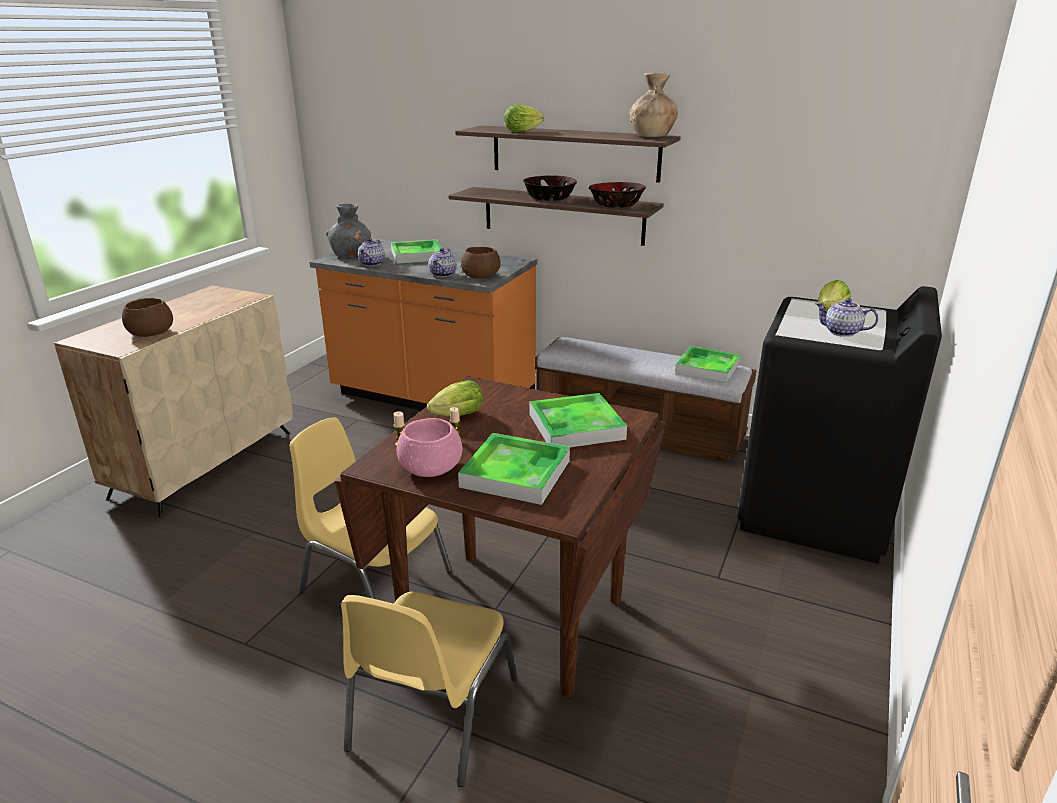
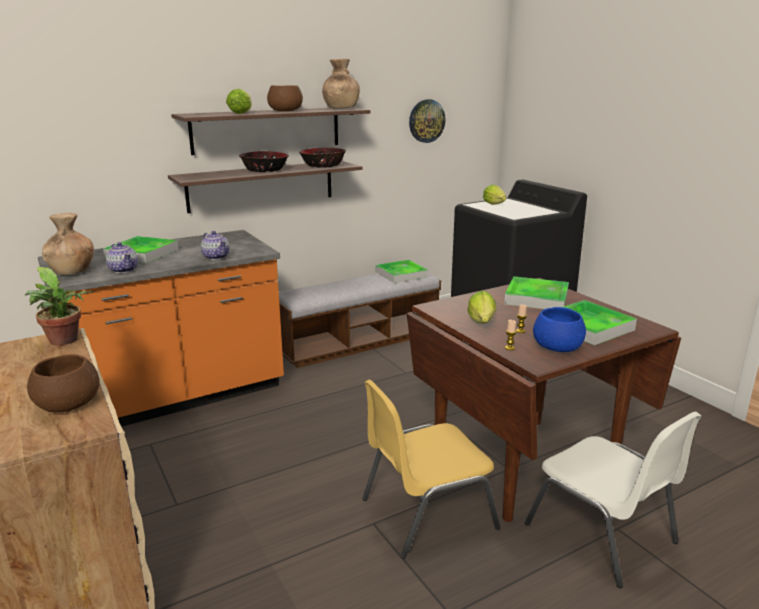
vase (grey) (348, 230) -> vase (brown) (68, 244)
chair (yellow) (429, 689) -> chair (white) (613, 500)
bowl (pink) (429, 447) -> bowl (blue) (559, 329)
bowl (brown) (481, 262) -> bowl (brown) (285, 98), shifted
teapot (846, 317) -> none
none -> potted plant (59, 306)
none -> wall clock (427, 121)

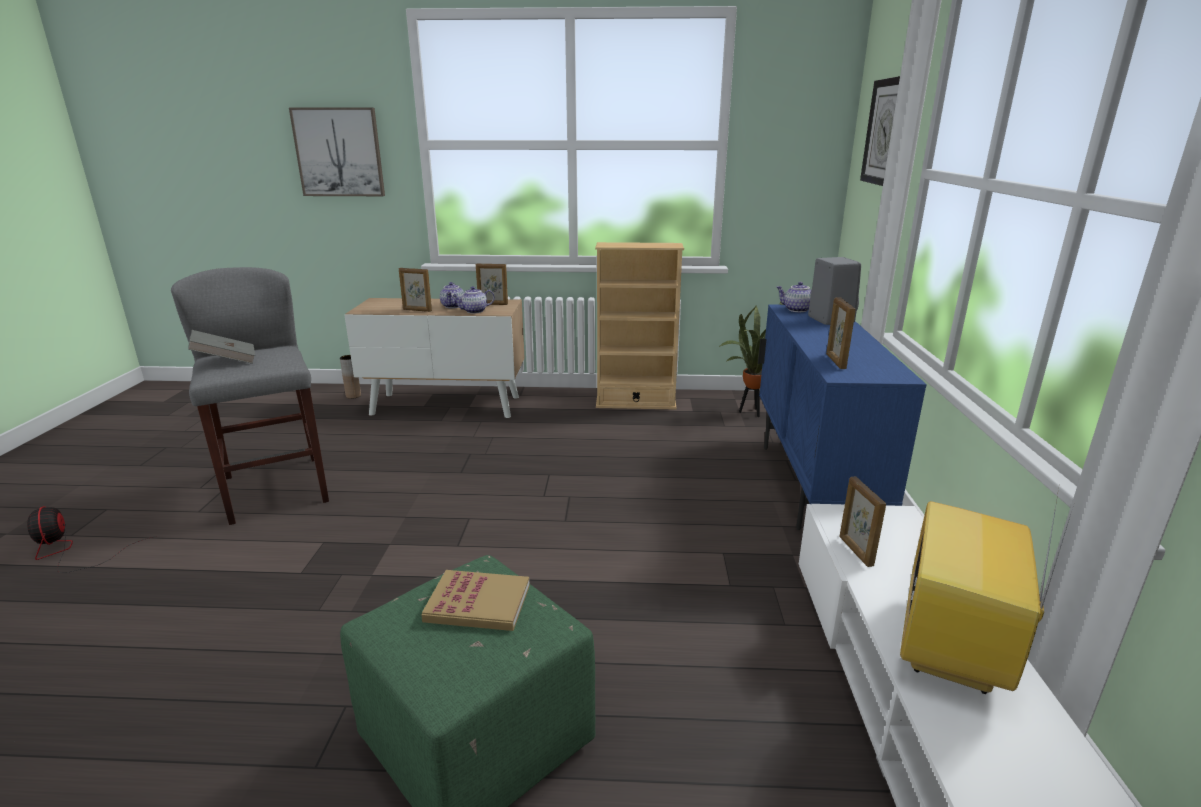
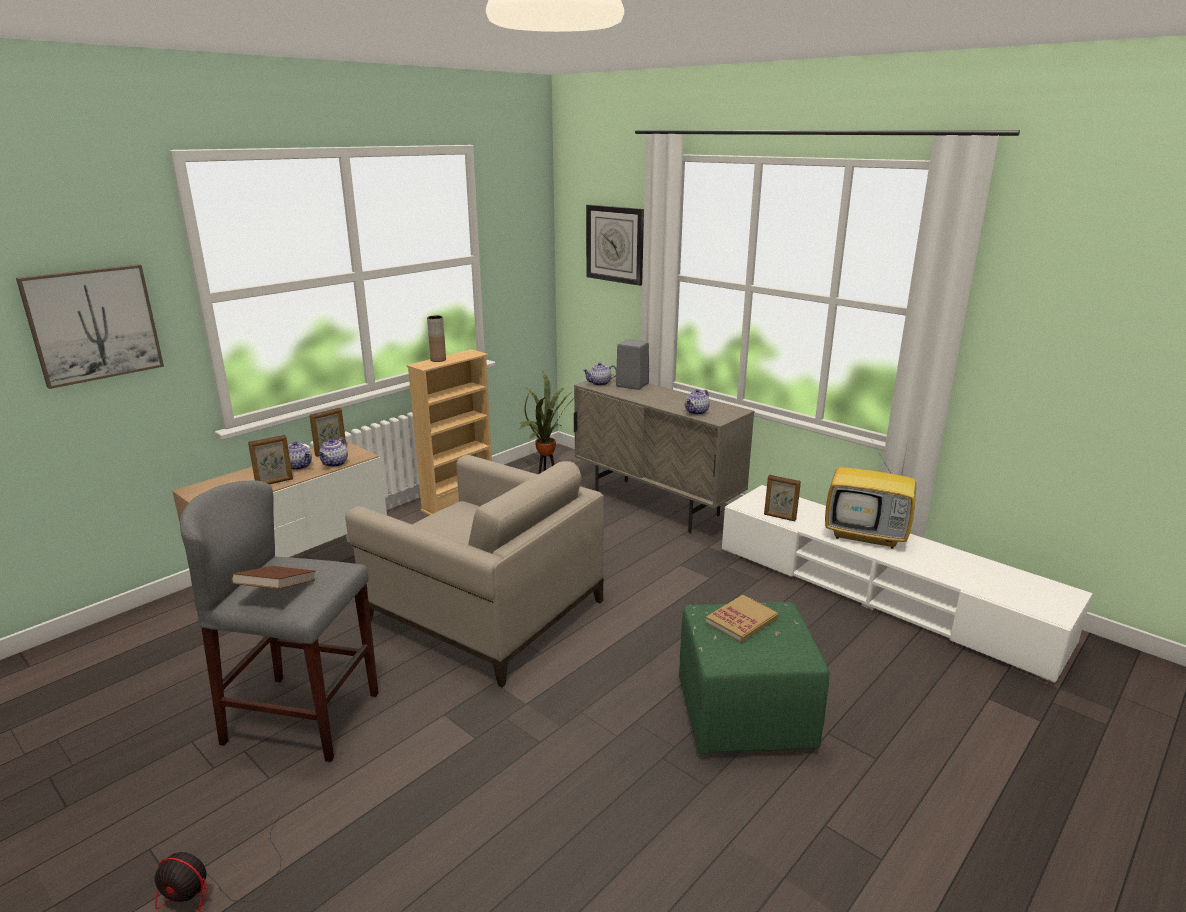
book (grey) (221, 347) -> book (brown) (273, 577)
vase (brown) (350, 377) -> vase (brown) (436, 338), shifted
cabinet (blue) (842, 417) -> cabinet (beige) (664, 453)
picture frame (840, 333) -> teapot (697, 402)
television (987, 591) -> television (870, 491), 45 degrees counterclockwise
none -> armchair (beige) (474, 571)

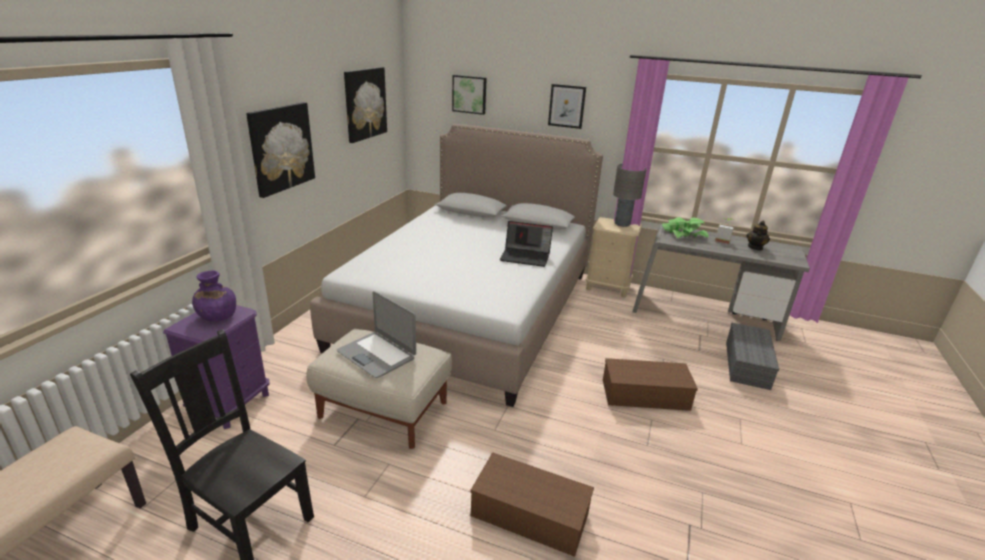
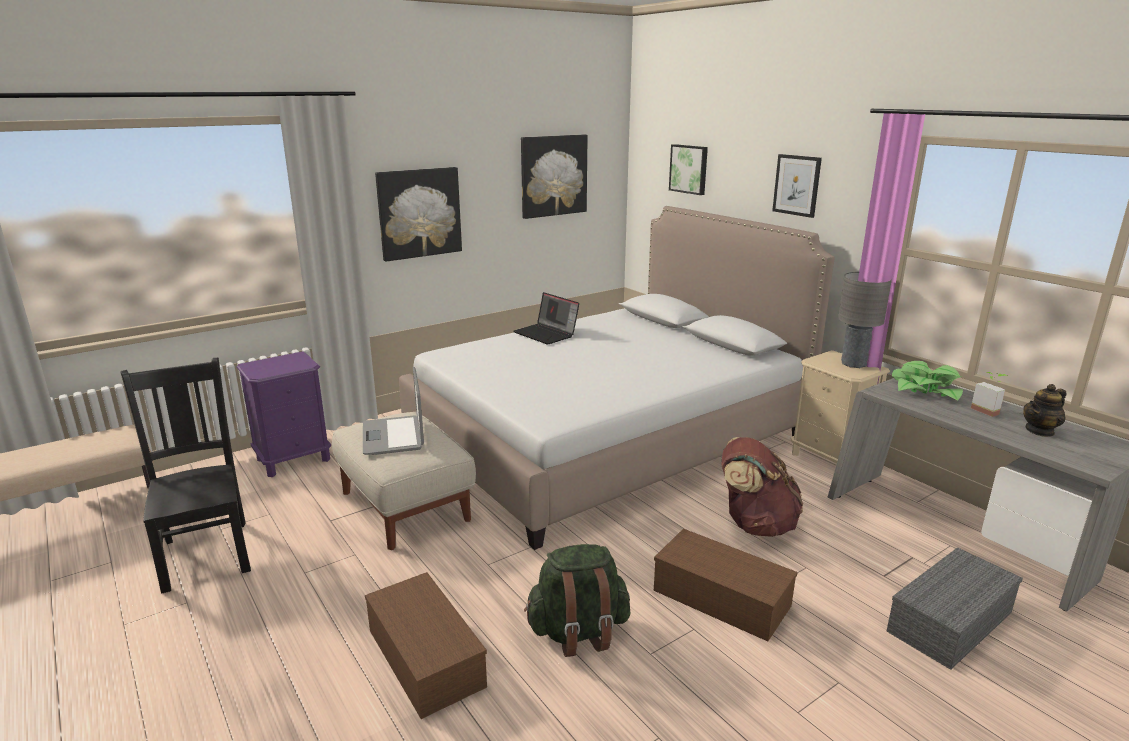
vase (purple) (214, 296) -> none
laptop (526, 244) -> laptop (546, 318), shifted
none -> backpack (green) (577, 600)
none -> backpack (brown) (762, 487)

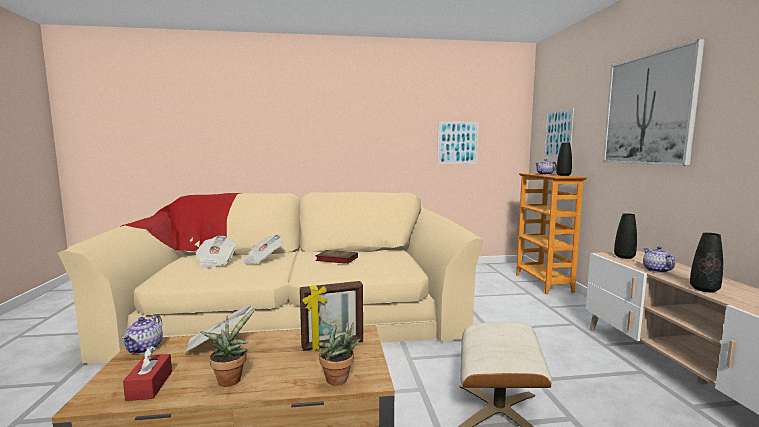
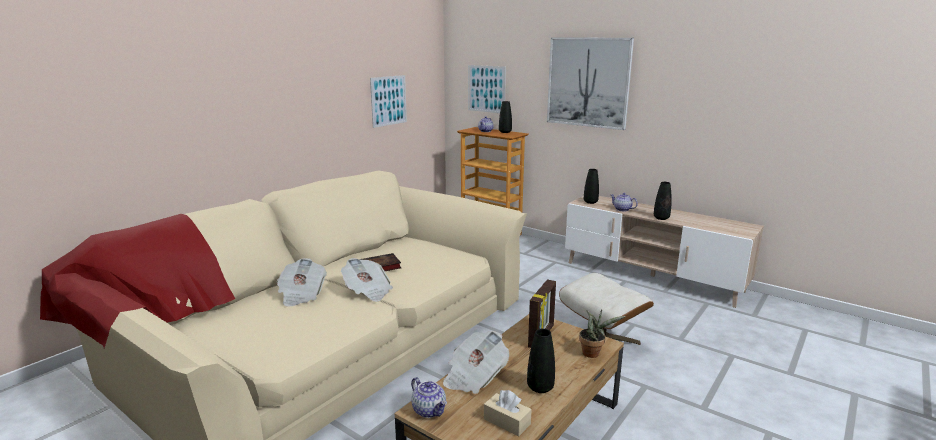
tissue box (red) (147, 373) -> tissue box (beige) (508, 413)
newspaper (216, 252) -> newspaper (367, 280), shifted
potted plant (228, 347) -> vase (black) (541, 361)

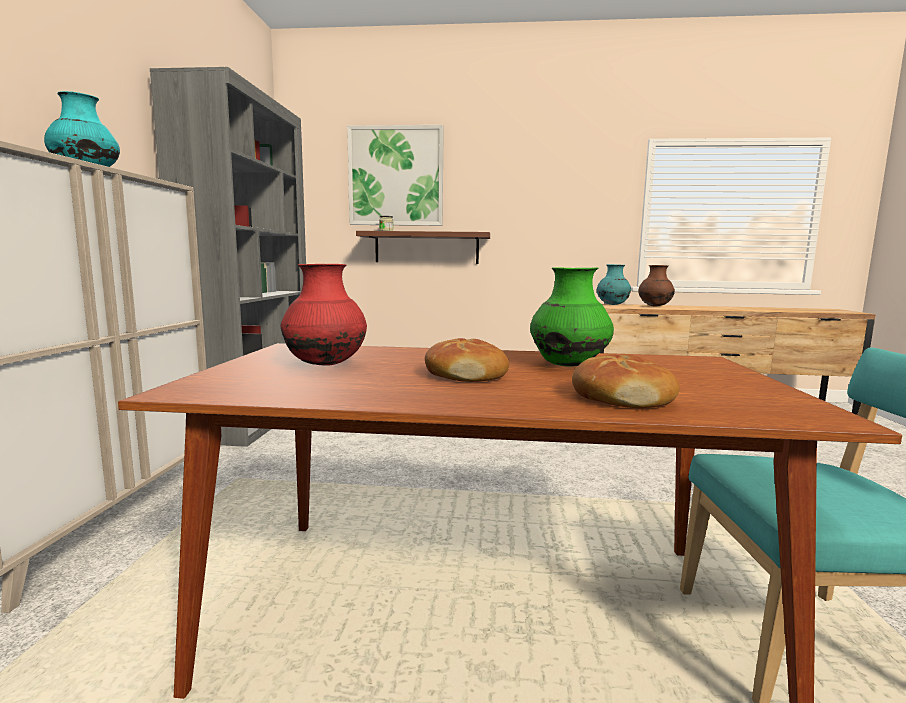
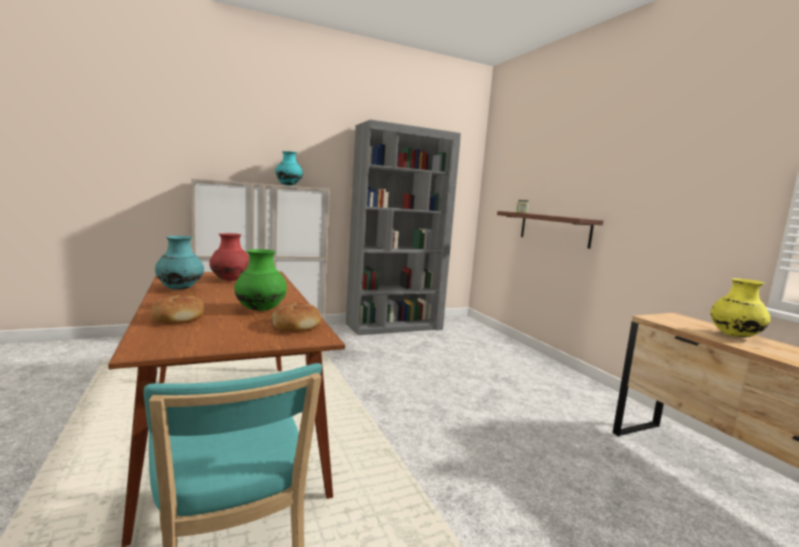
picture (395, 175) -> none
bread (467, 360) -> bread (296, 317), shifted
vase (turquoise) (614, 284) -> vase (turquoise) (179, 263), shifted
vase (brown) (657, 286) -> vase (yellow) (740, 307)

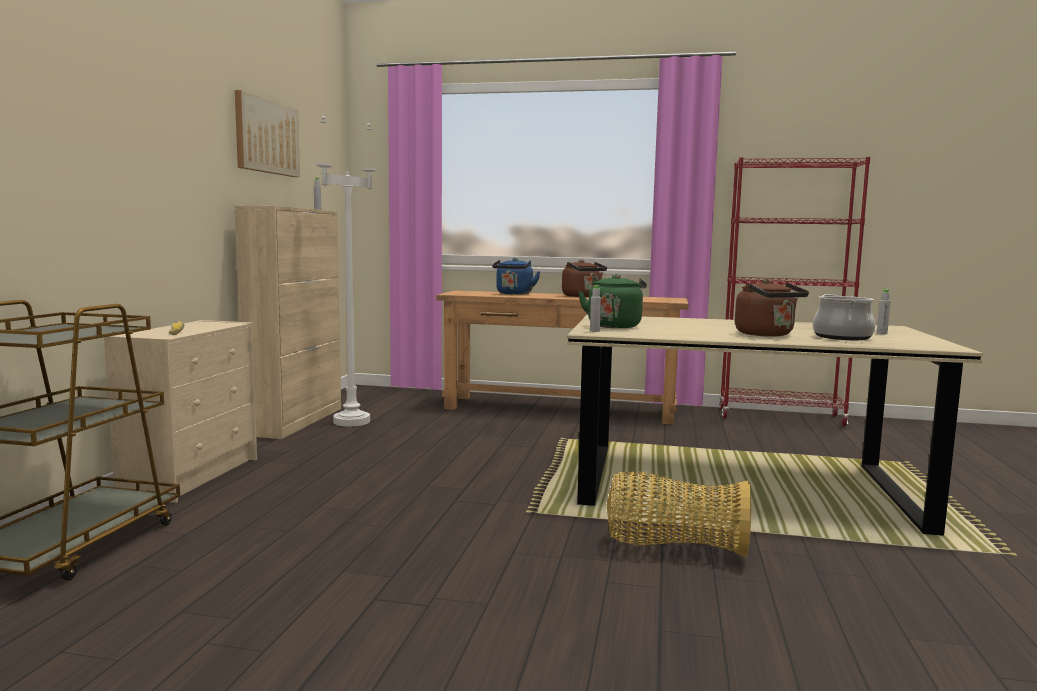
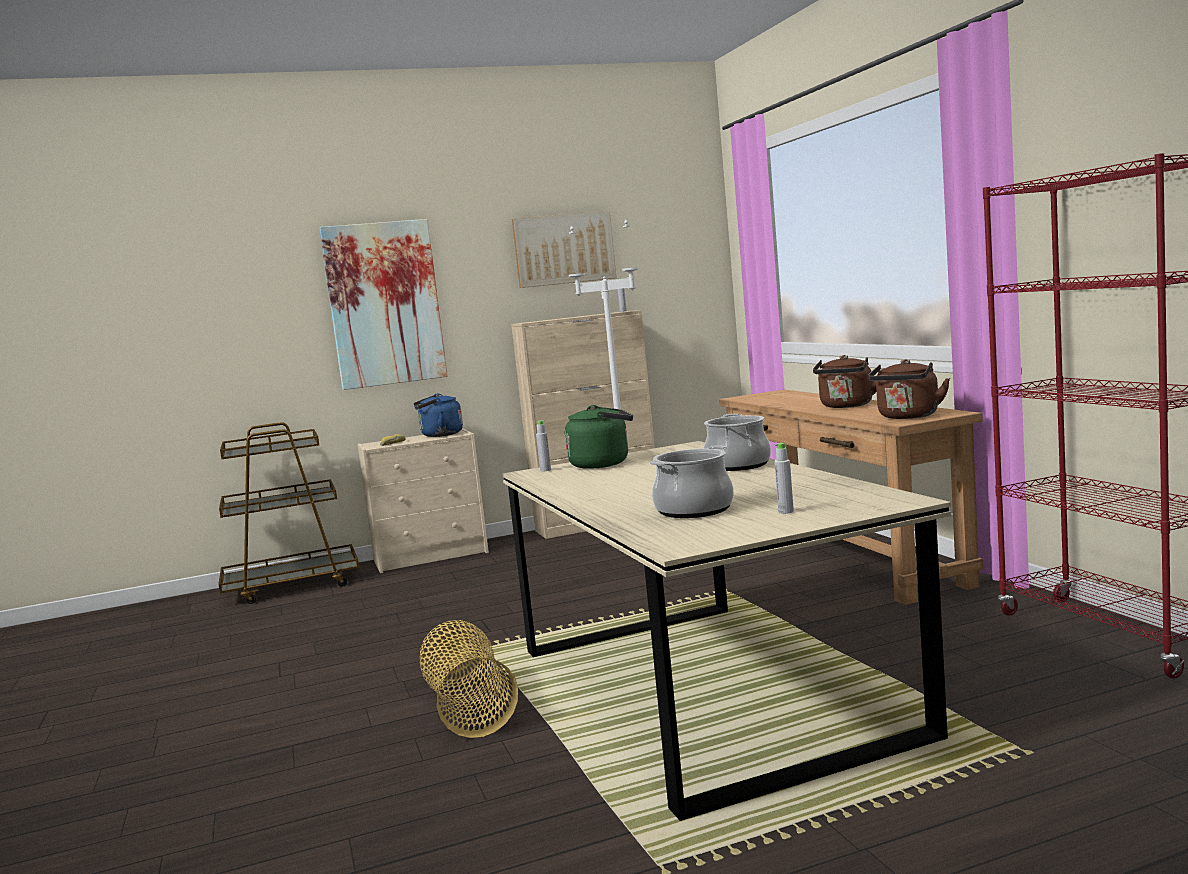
kettle (blue) (516, 276) -> kettle (blue) (438, 415), shifted
kettle (brown) (772, 308) -> kettle (brown) (909, 389), shifted
none -> picture (383, 304)
none -> cooking pot (737, 442)

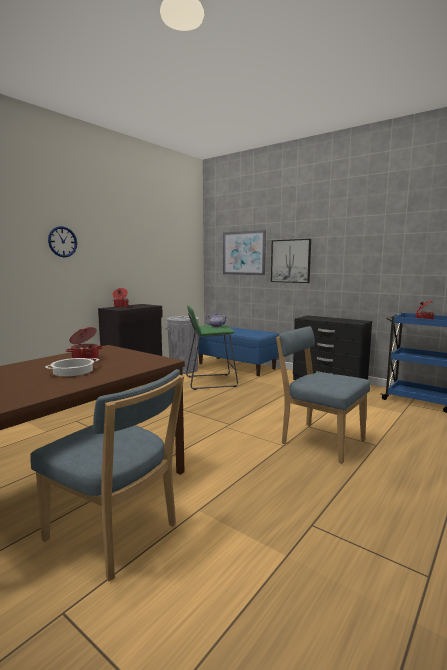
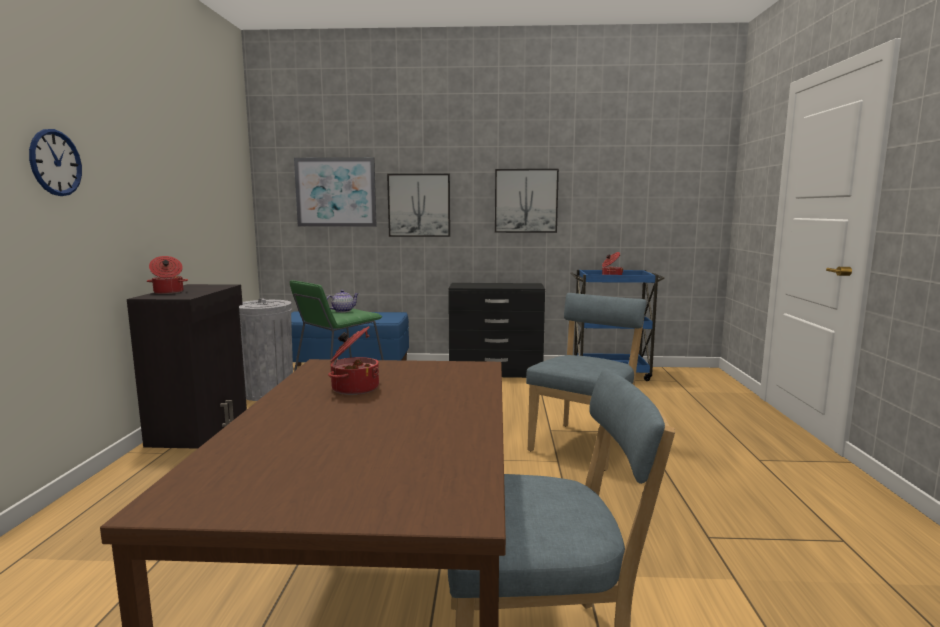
cooking pot (72, 367) -> none
chair (blue) (323, 395) -> chair (blue) (586, 382), 120 degrees clockwise
none -> picture (527, 201)

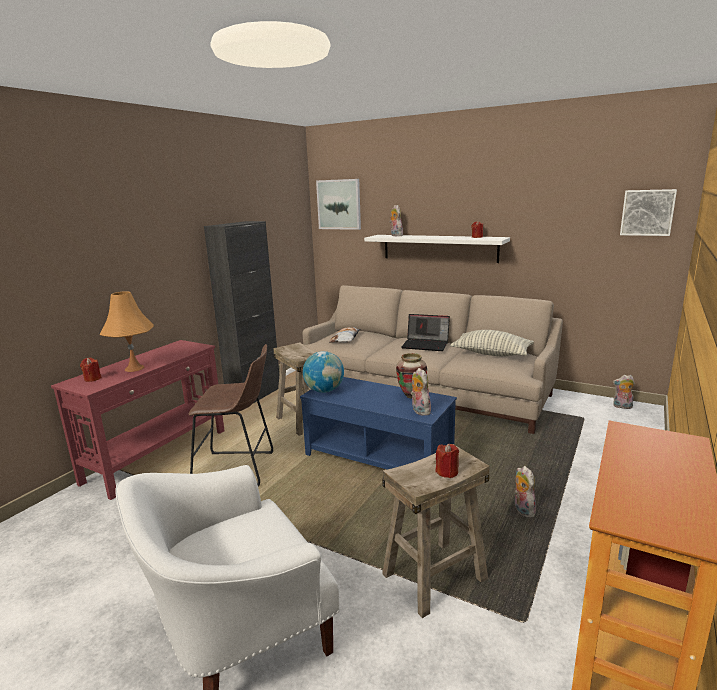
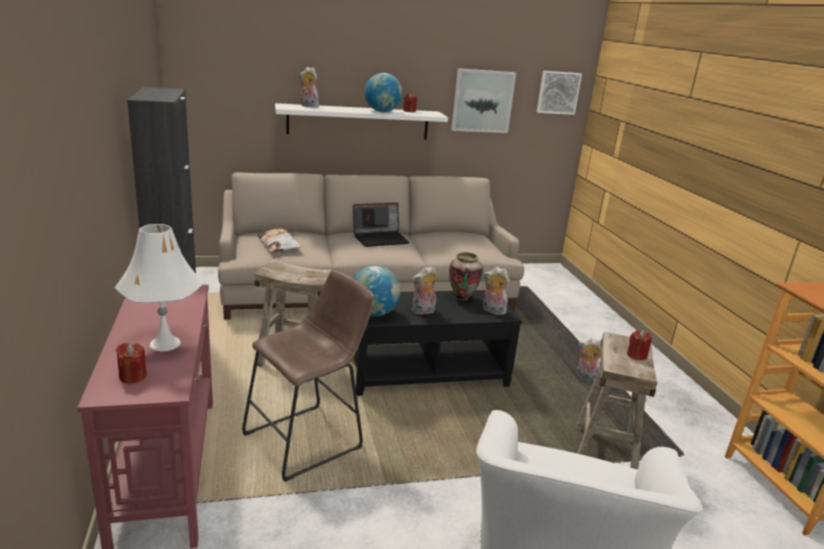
table lamp (orange) (126, 331) -> table lamp (white) (159, 287)
coffee table (blue) (378, 423) -> coffee table (black) (438, 343)
picture (338, 204) -> picture (483, 100), shifted
pillow (492, 343) -> none
plush toy (624, 392) -> plush toy (424, 290), shifted
none -> globe (383, 92)

